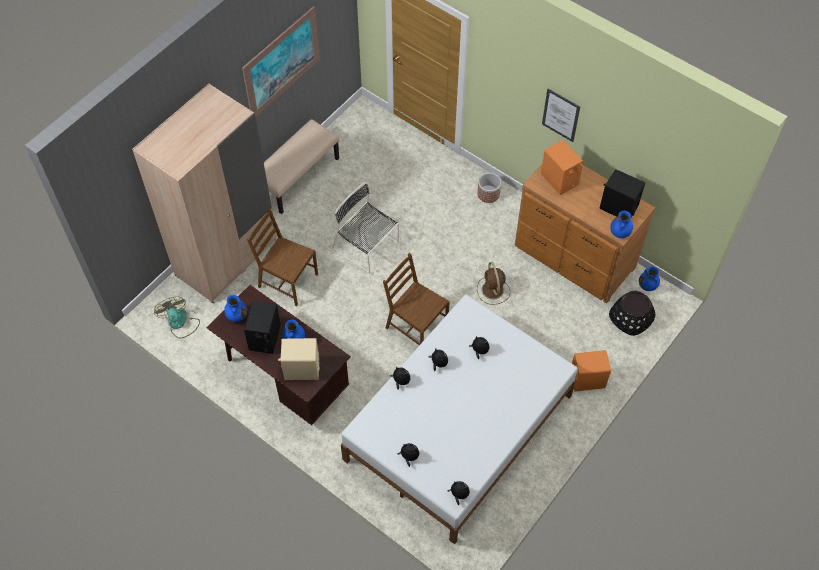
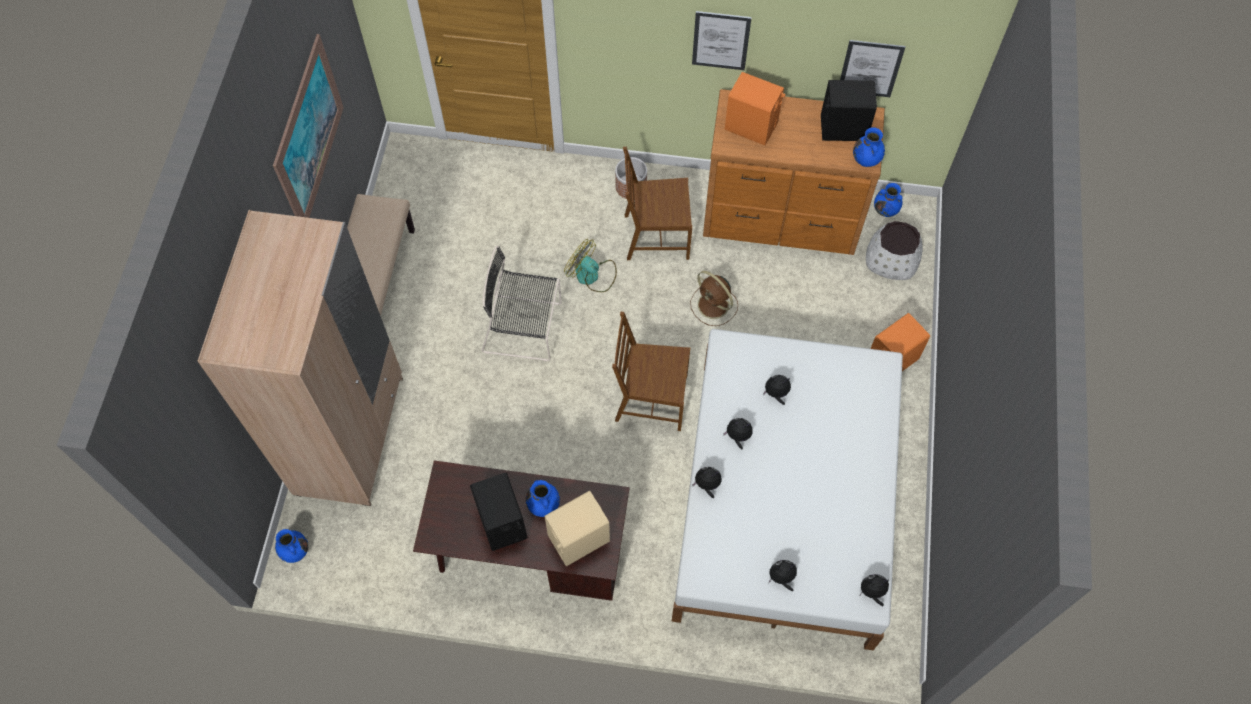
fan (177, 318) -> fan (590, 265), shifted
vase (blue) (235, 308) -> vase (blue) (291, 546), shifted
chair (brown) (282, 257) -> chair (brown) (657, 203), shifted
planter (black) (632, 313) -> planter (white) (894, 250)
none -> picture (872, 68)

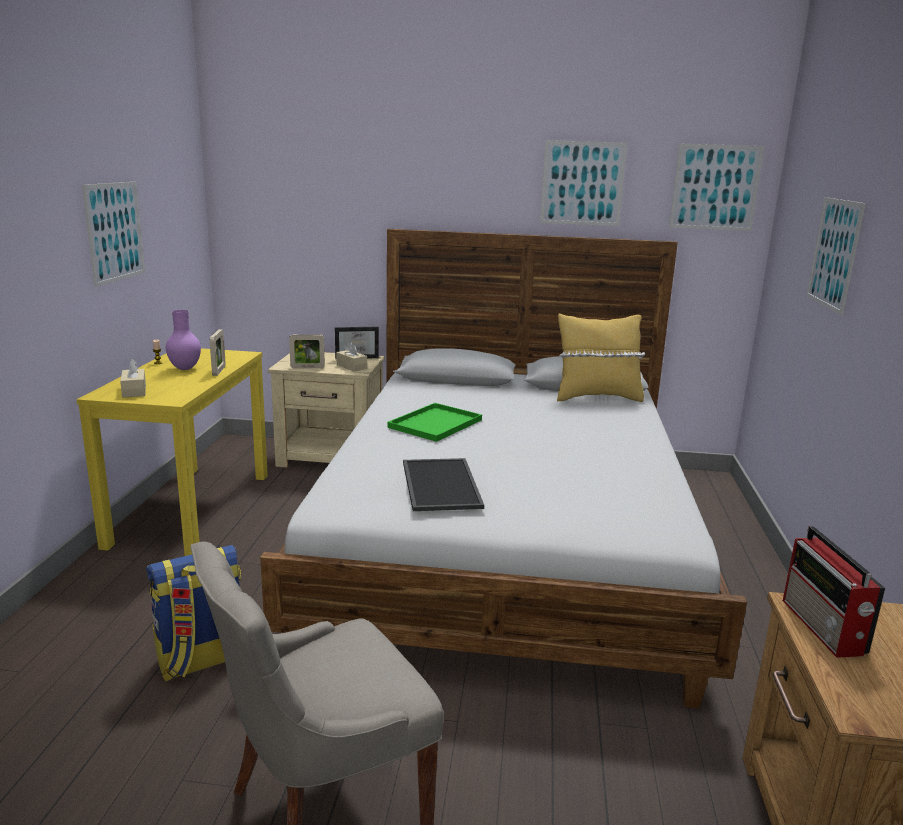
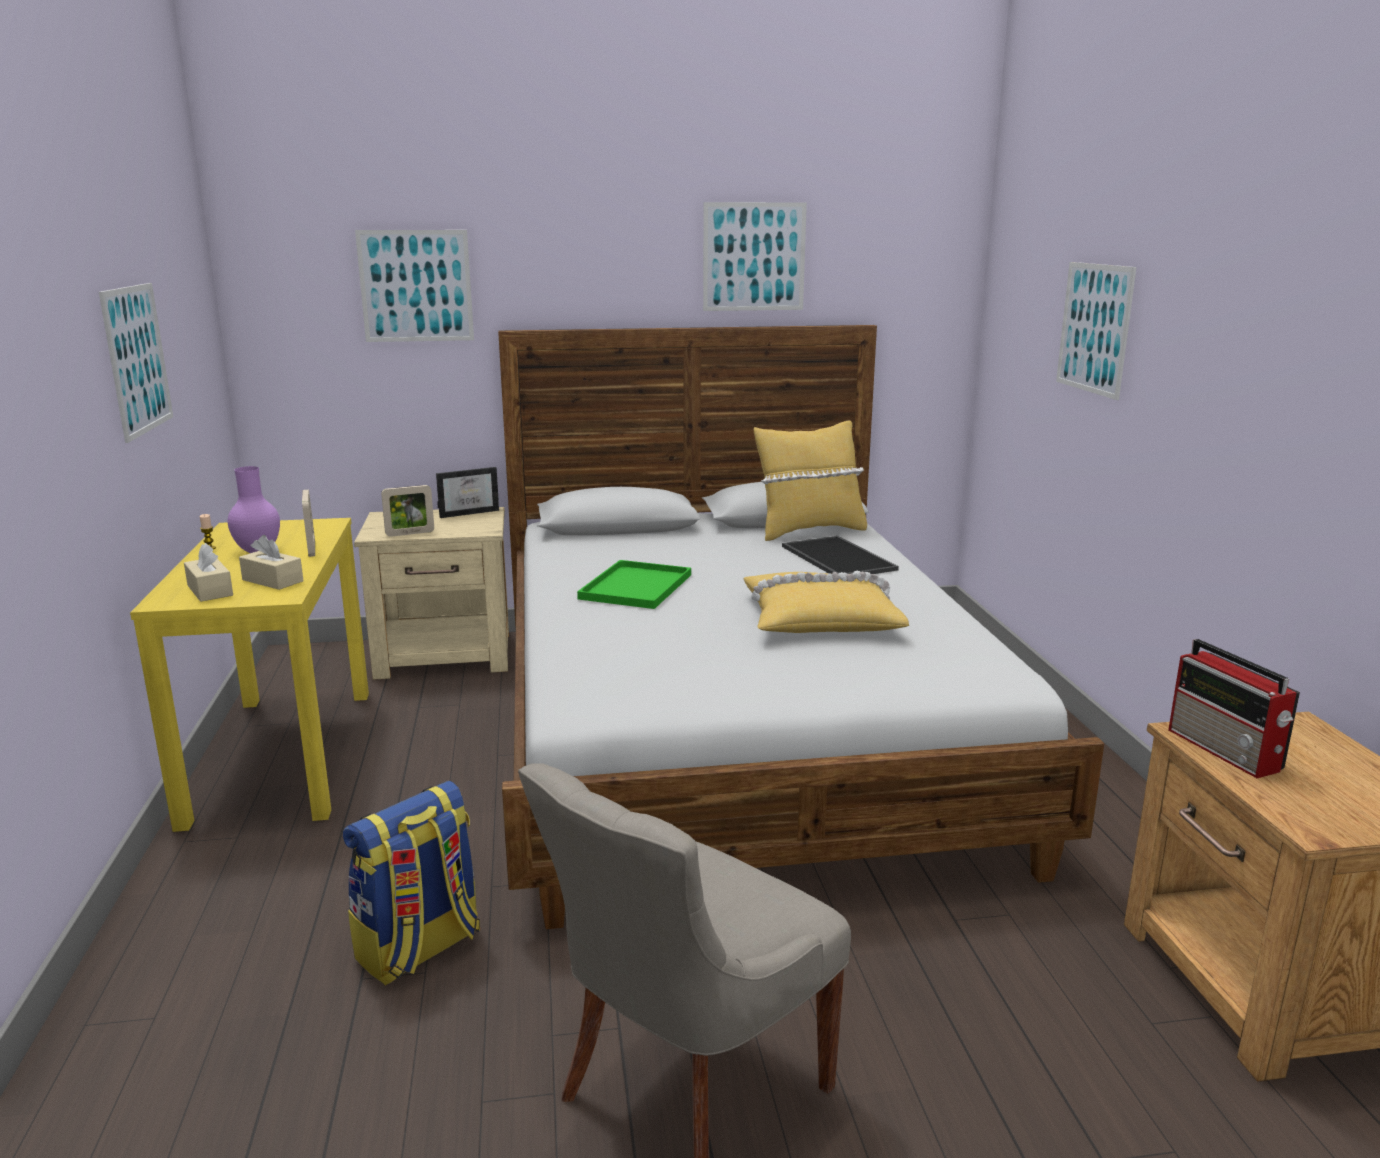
tissue box (beige) (351, 356) -> tissue box (beige) (271, 562), shifted
tray (443, 484) -> tray (840, 555), shifted
picture (716, 187) -> picture (414, 286), shifted
none -> pillow (yellow) (826, 602)

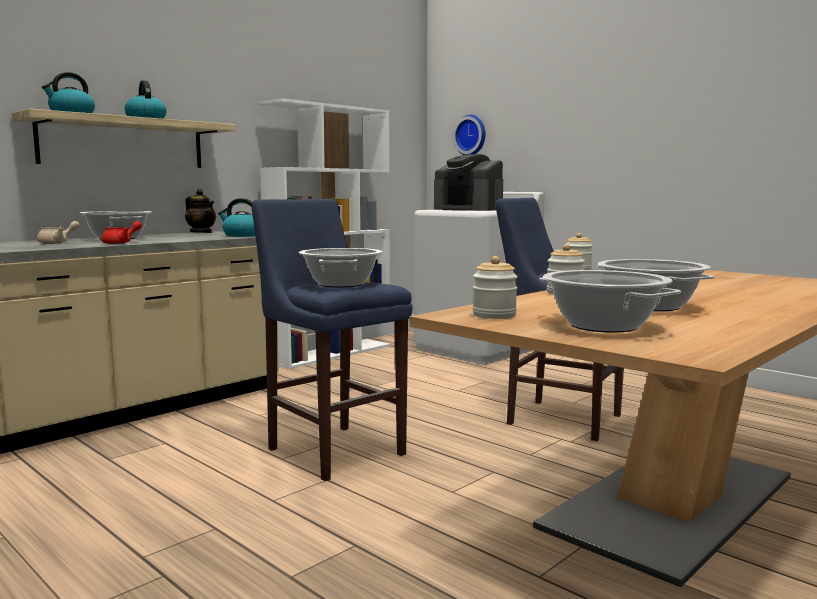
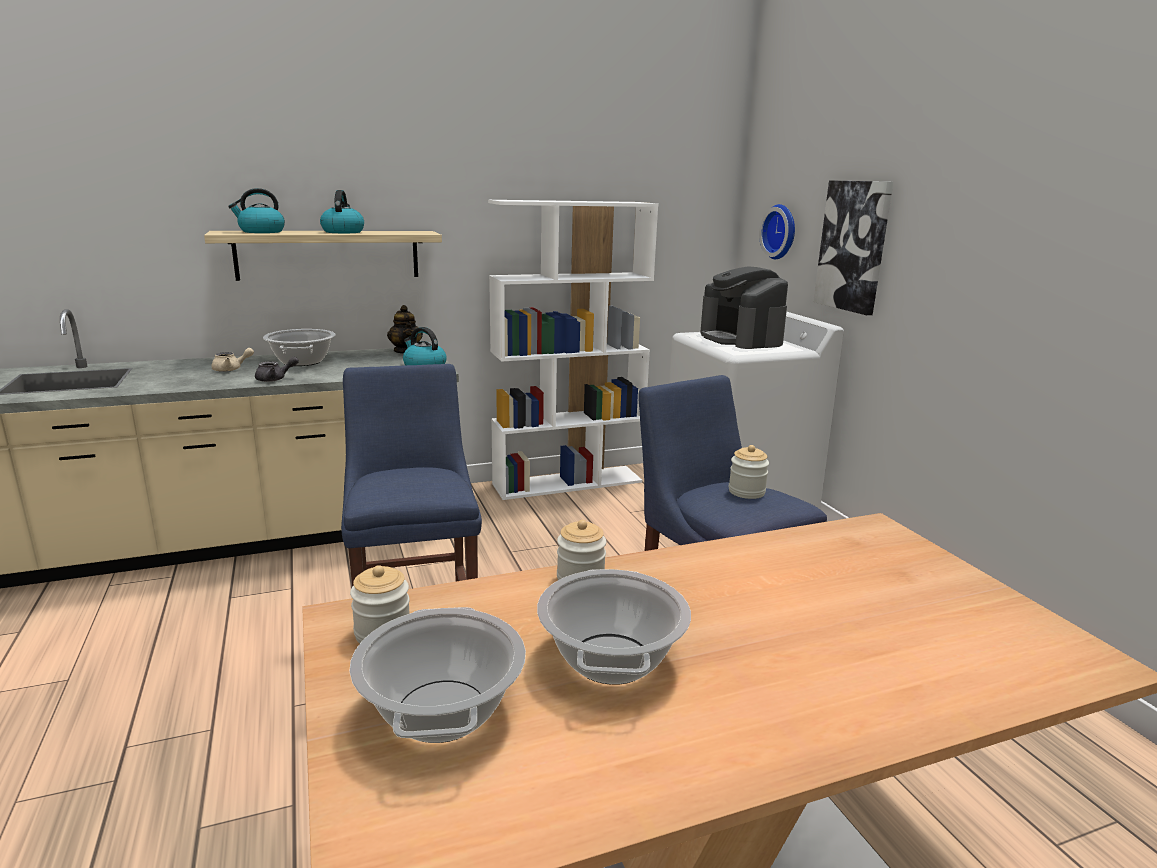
teapot (red) (121, 232) -> teapot (grey) (277, 369)
cooking pot (340, 267) -> none
none -> picture (853, 247)

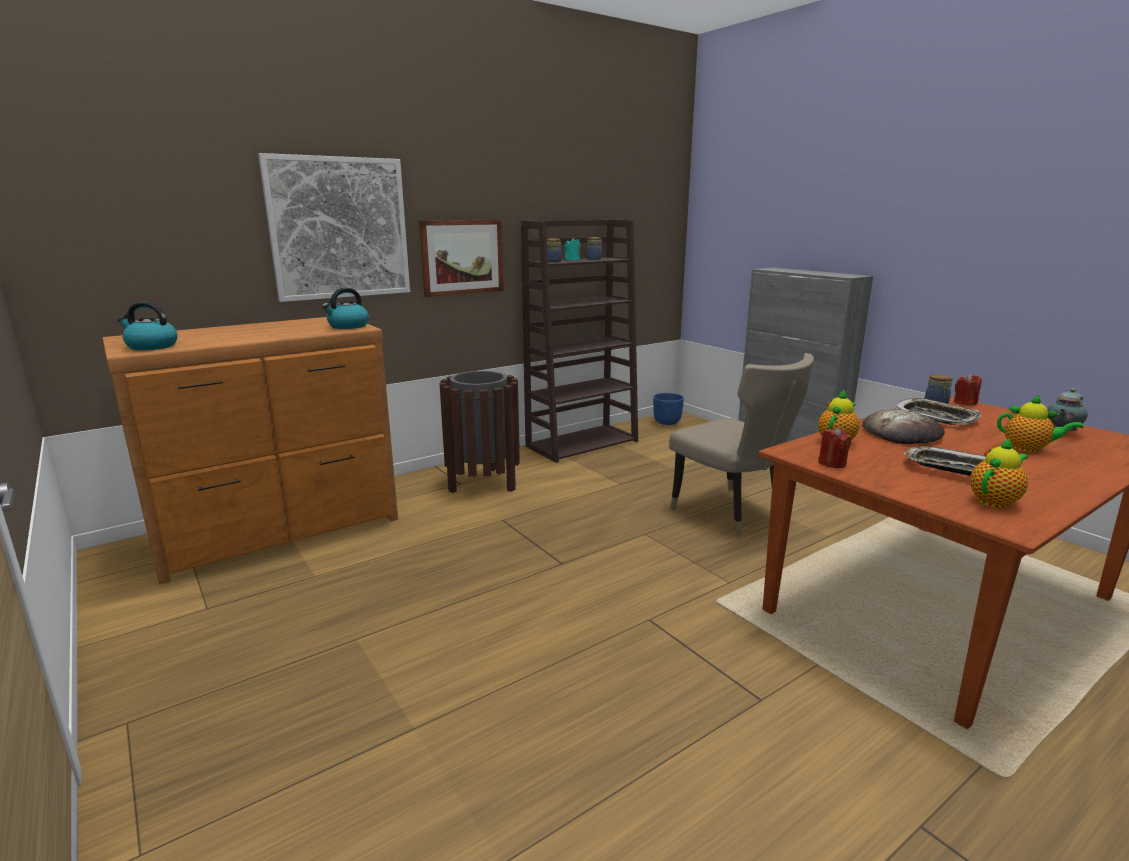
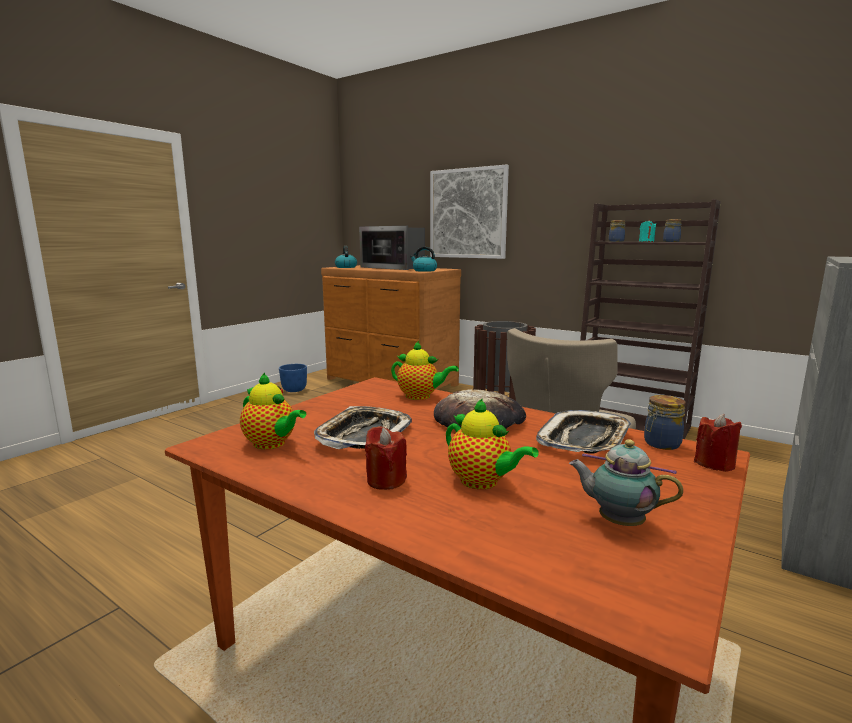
picture (461, 258) -> none
planter (blue) (668, 409) -> planter (blue) (293, 378), shifted
candle (red) (834, 447) -> candle (red) (386, 458), shifted
teapot (1040, 423) -> teapot (492, 443), 60 degrees counterclockwise
none -> microwave (392, 248)

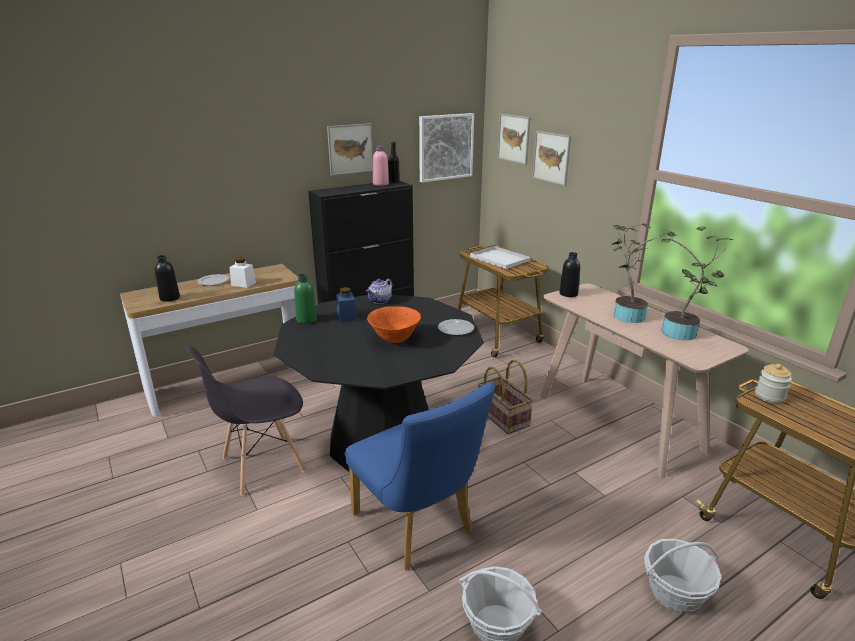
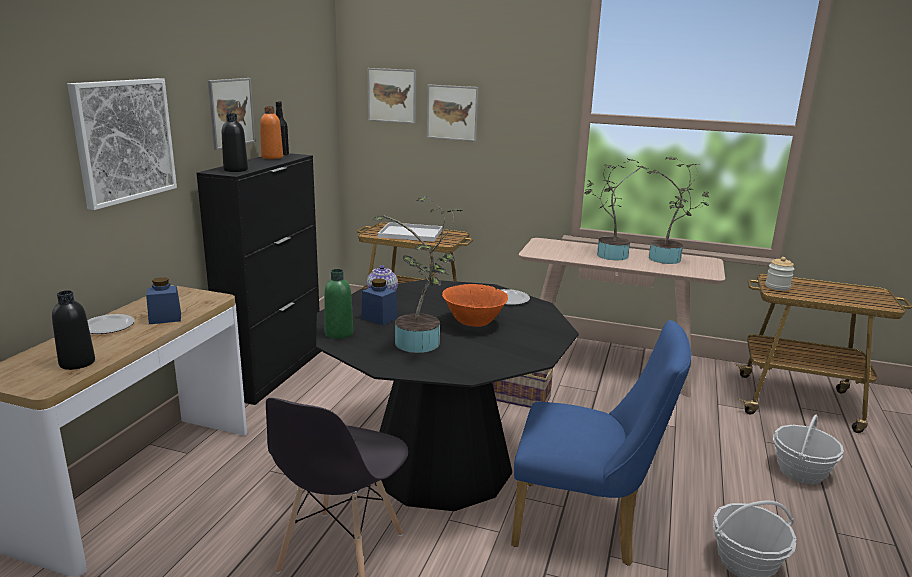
jar (white) (242, 273) -> jar (blue) (163, 300)
bottle (pink) (381, 166) -> bottle (orange) (271, 132)
picture (446, 147) -> picture (122, 144), shifted
bottle (black) (569, 274) -> bottle (black) (235, 142), shifted
none -> potted plant (417, 275)

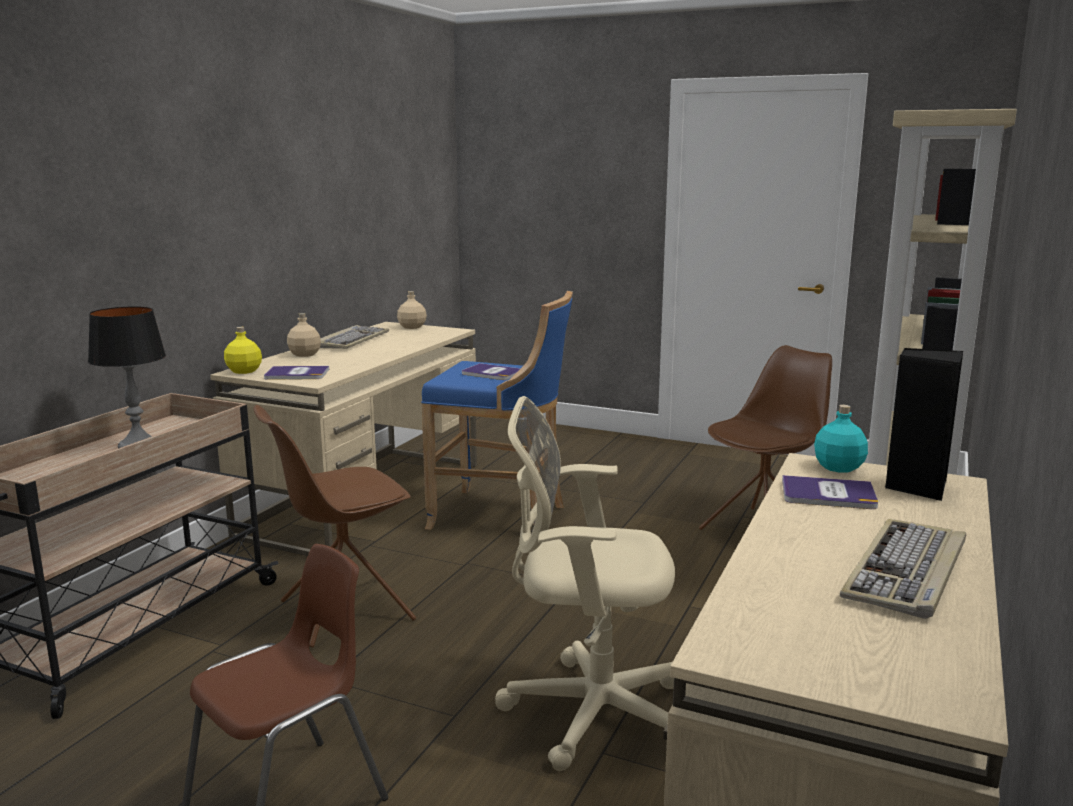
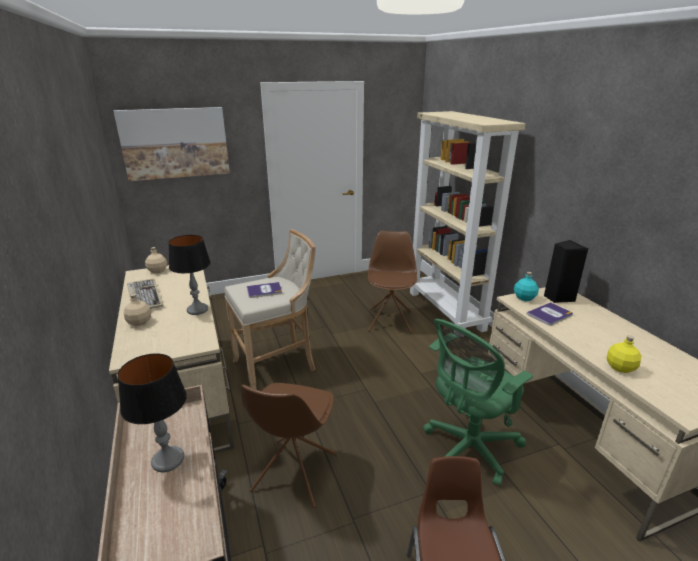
bottle (yellow) (243, 350) -> bottle (yellow) (624, 354), shifted
book (296, 373) -> none
stool (blue) (497, 410) -> stool (beige) (270, 309)
office chair (beige) (585, 583) -> office chair (green) (478, 402)
keyboard (903, 569) -> none
none -> picture (172, 144)
none -> table lamp (190, 275)

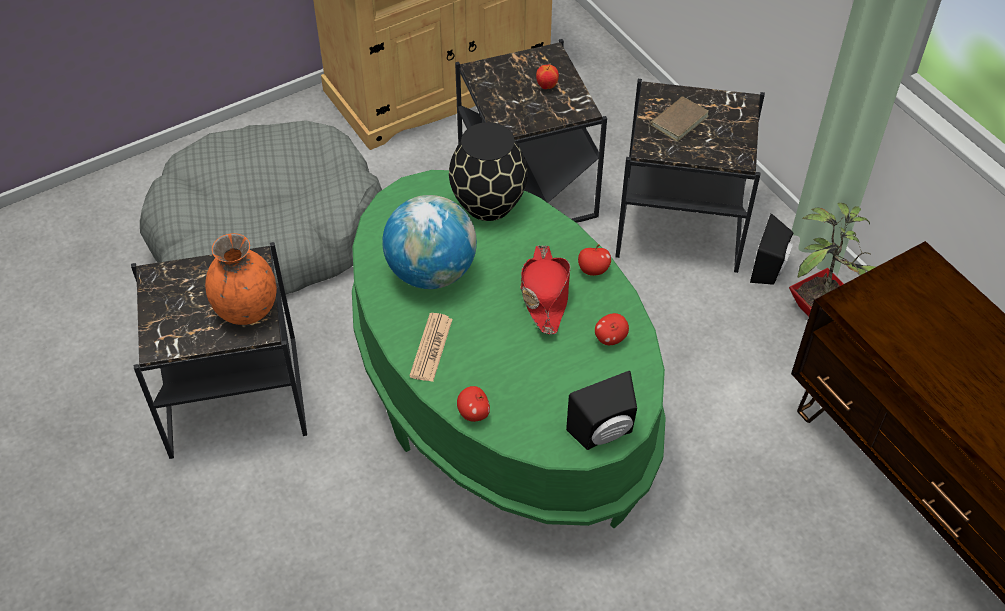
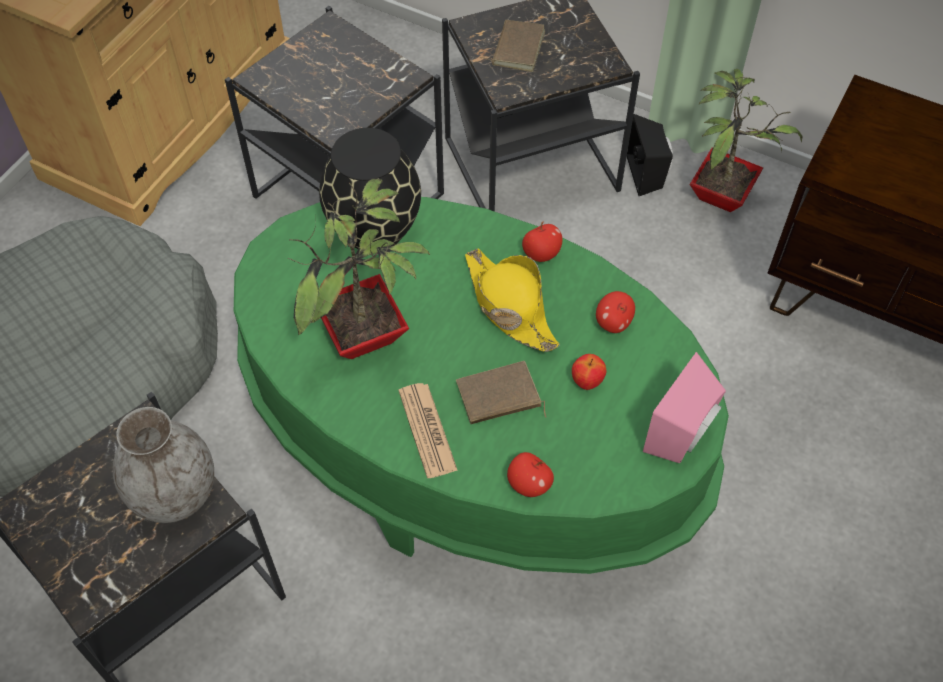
vase (orange) (241, 279) -> vase (grey) (163, 465)
globe (429, 242) -> potted plant (359, 269)
hat (red) (545, 290) -> hat (yellow) (512, 300)
apple (547, 77) -> apple (589, 372), shifted
speaker (black) (601, 410) -> speaker (pink) (684, 407)
none -> book (brown) (501, 392)

